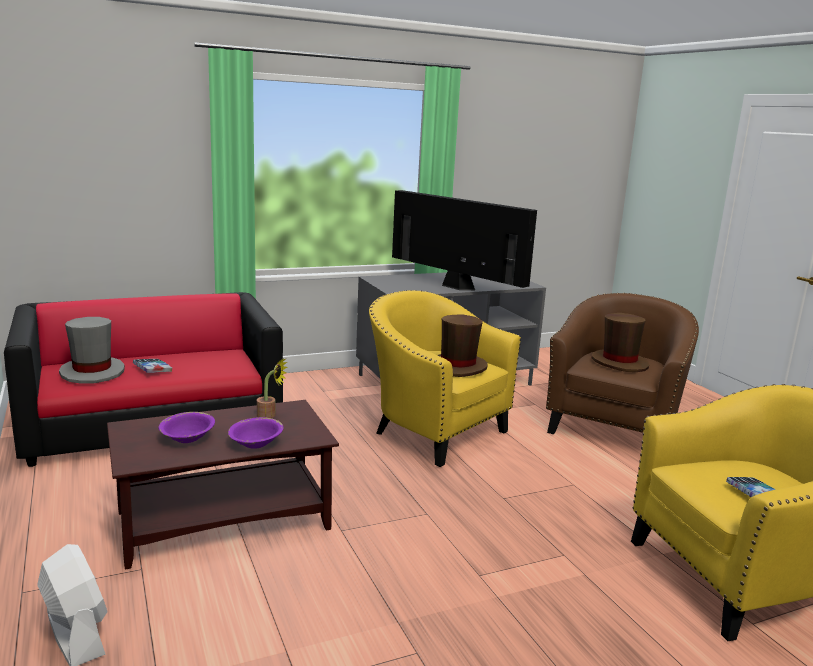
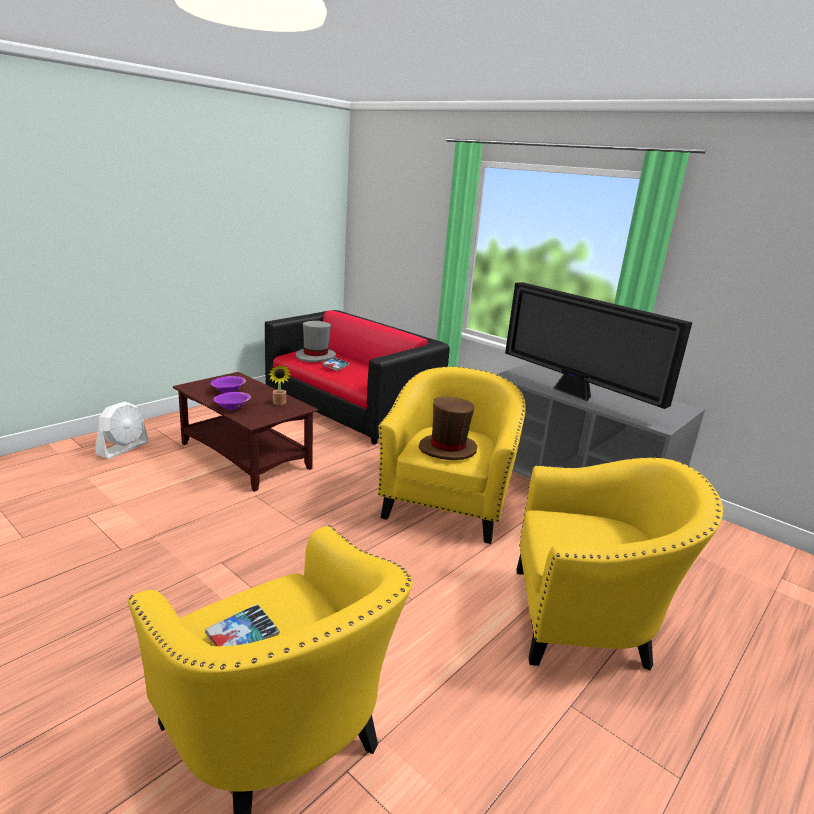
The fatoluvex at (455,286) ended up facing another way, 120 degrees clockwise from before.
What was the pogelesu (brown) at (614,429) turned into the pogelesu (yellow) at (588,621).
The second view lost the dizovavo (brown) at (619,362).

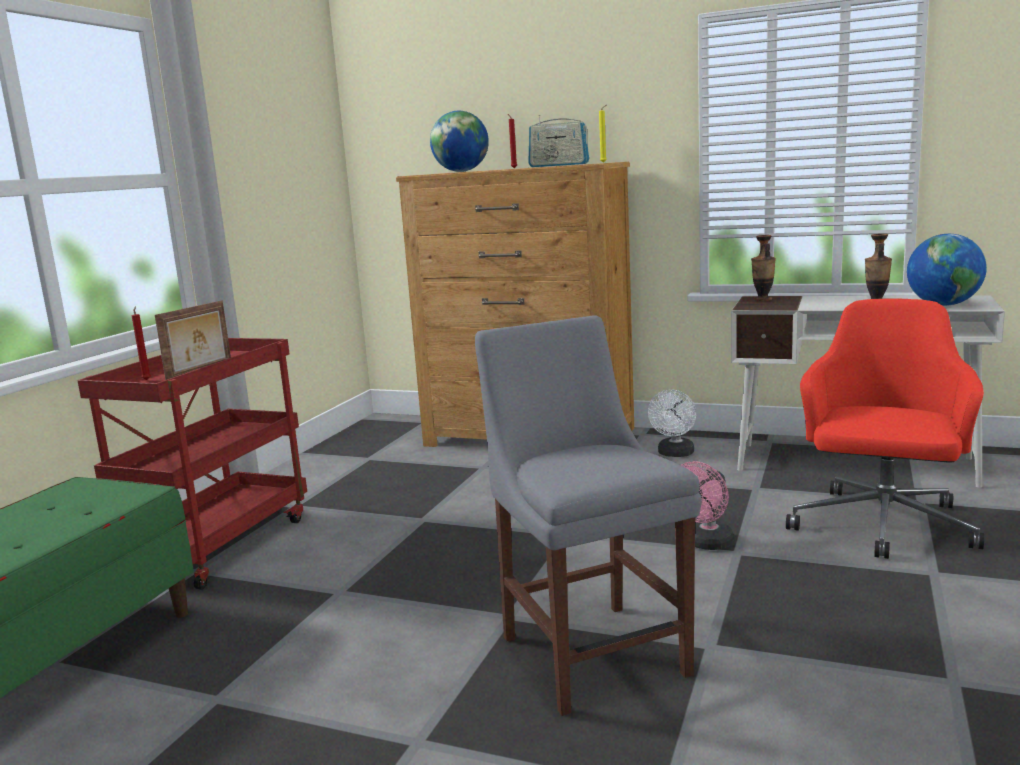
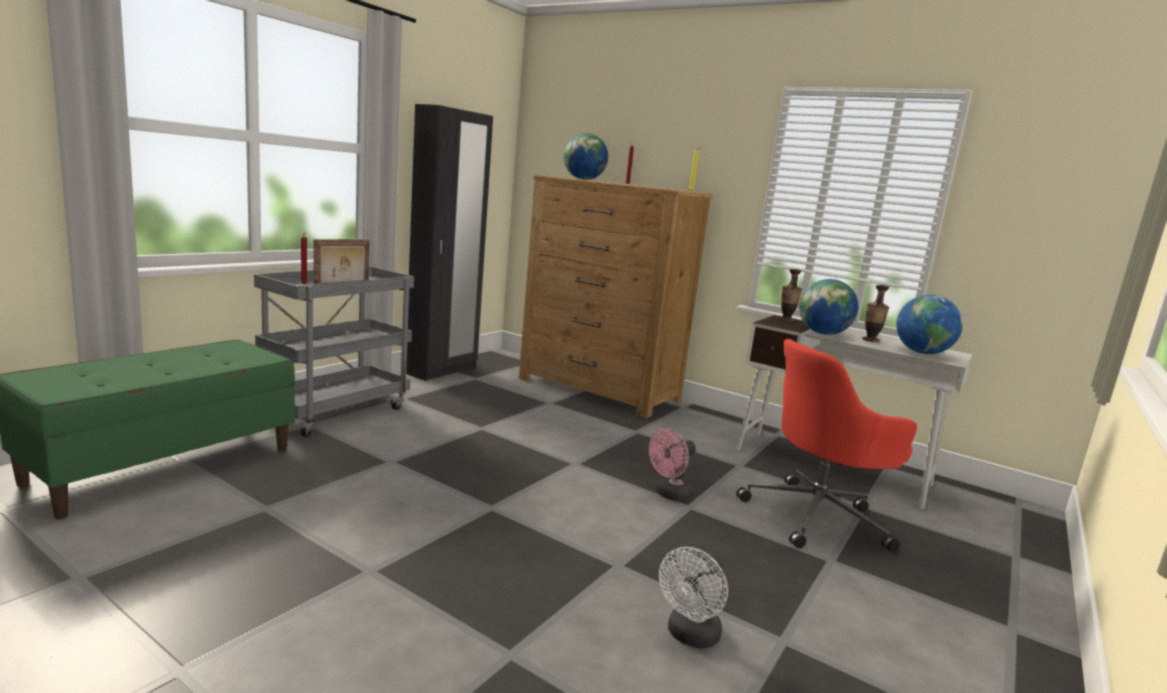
What was the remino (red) at (219,544) turned into the remino (grey) at (337,411).
The second view lost the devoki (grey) at (590,650).
The second view lost the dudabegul at (558,165).
The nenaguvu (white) ended up elsewhere, having gone from (675,454) to (690,636).
The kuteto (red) at (882,526) ended up facing another way, 150 degrees counterclockwise from before.
The second view gained the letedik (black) at (442,370).
The second view gained the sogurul at (823,334).

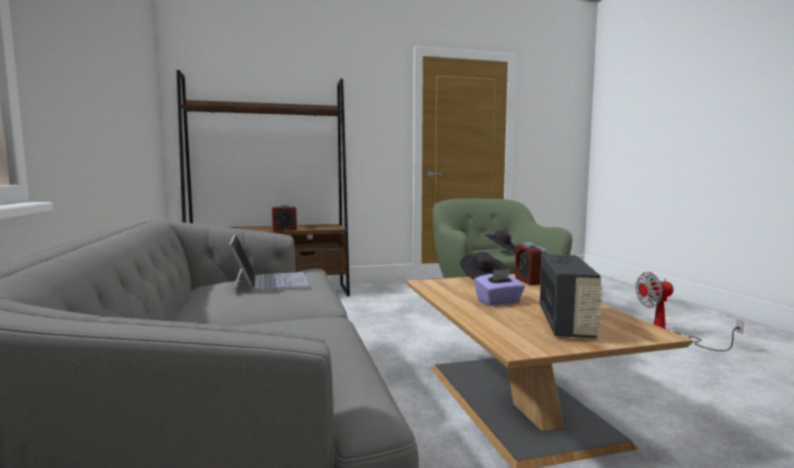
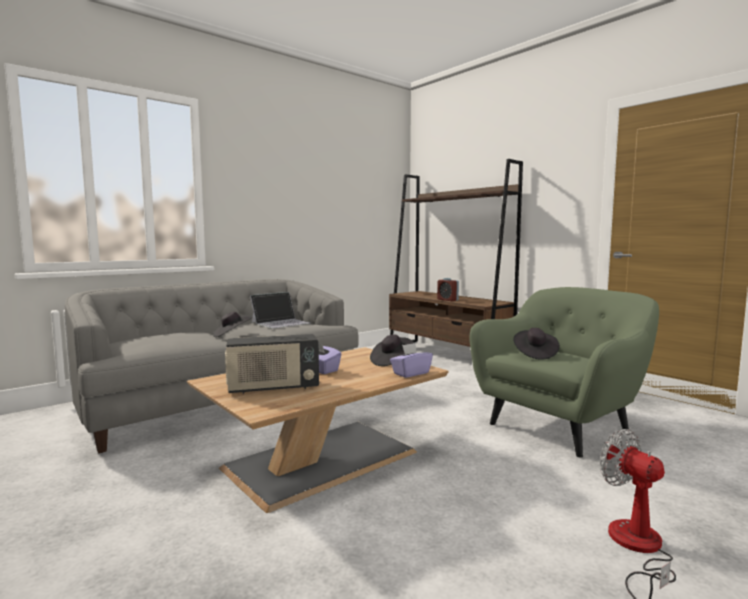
Where the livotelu stood at (529,281), the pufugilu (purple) came to stand at (410,373).
The second view gained the dizovavo (black) at (231,335).

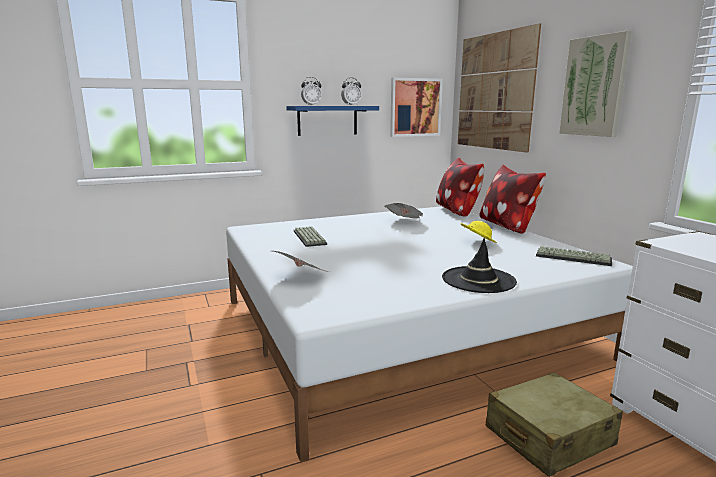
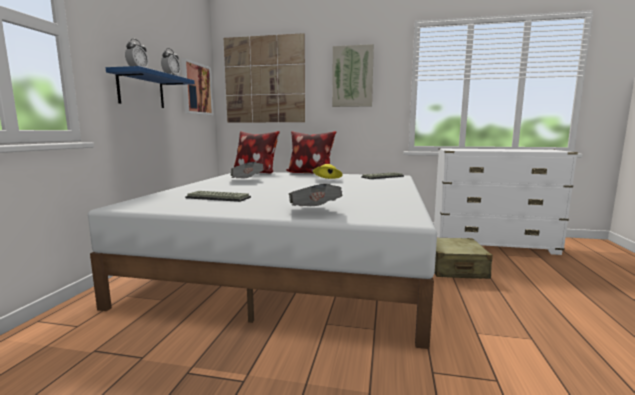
The second view lost the dizovavo (black) at (478,280).

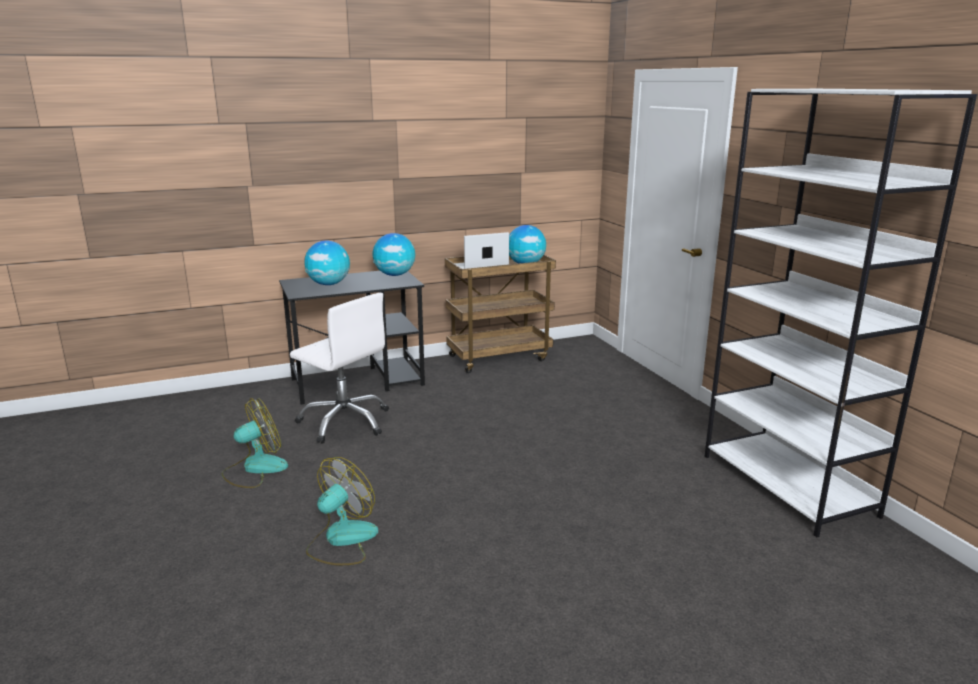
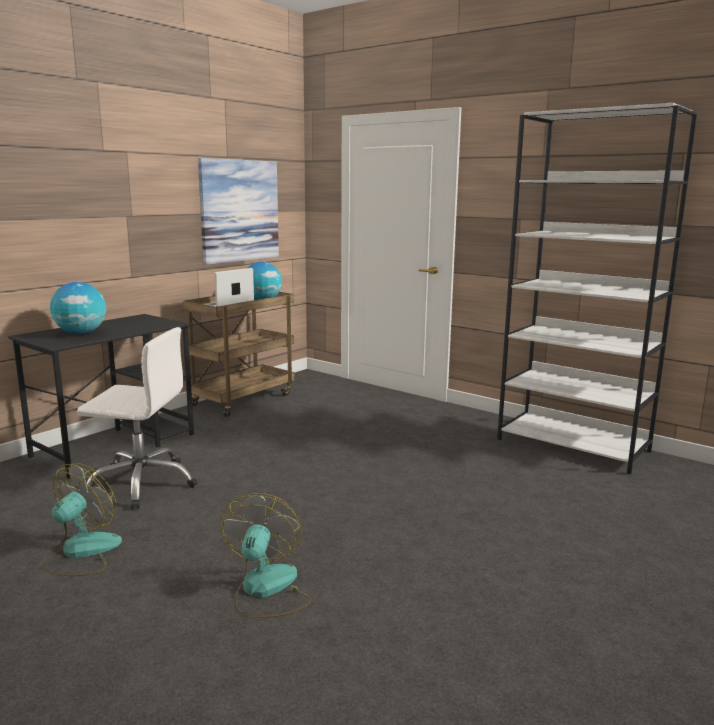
The second view lost the sogurul at (395,275).
The second view gained the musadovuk at (239,211).

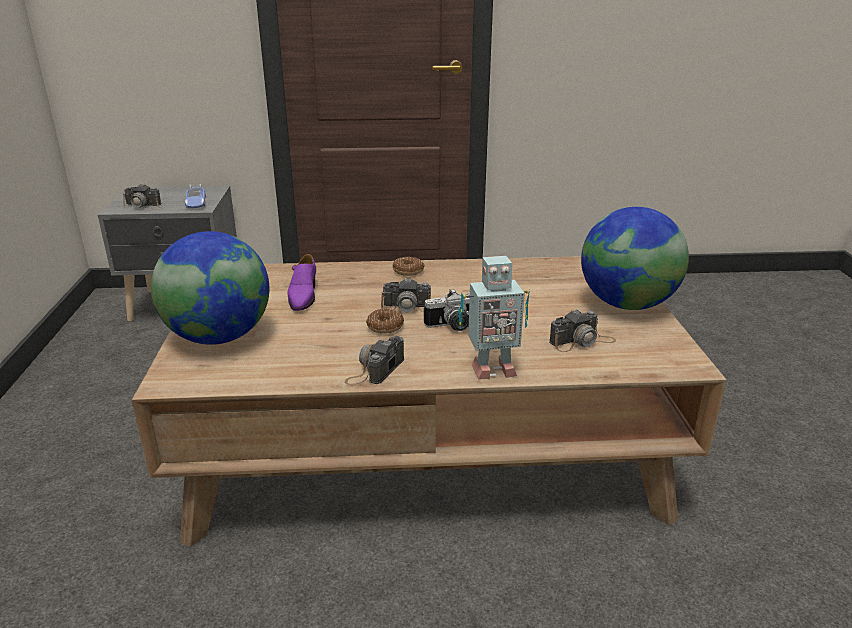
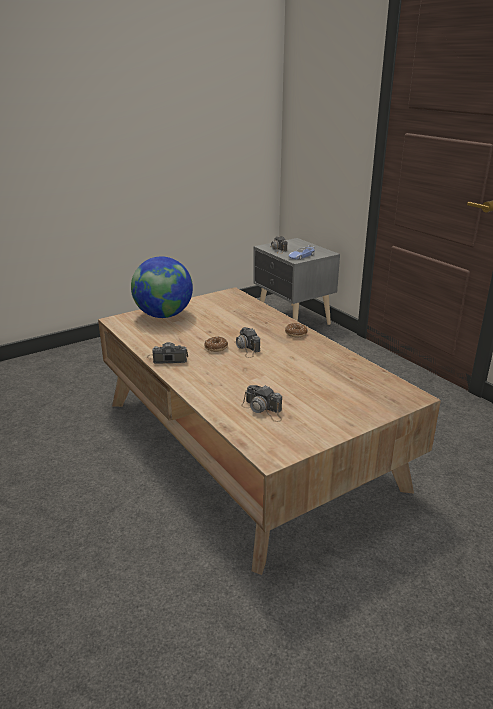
The second view lost the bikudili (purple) at (303,296).
The second view lost the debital at (452,326).
The second view lost the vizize at (491,369).
The second view lost the sogurul at (627,304).

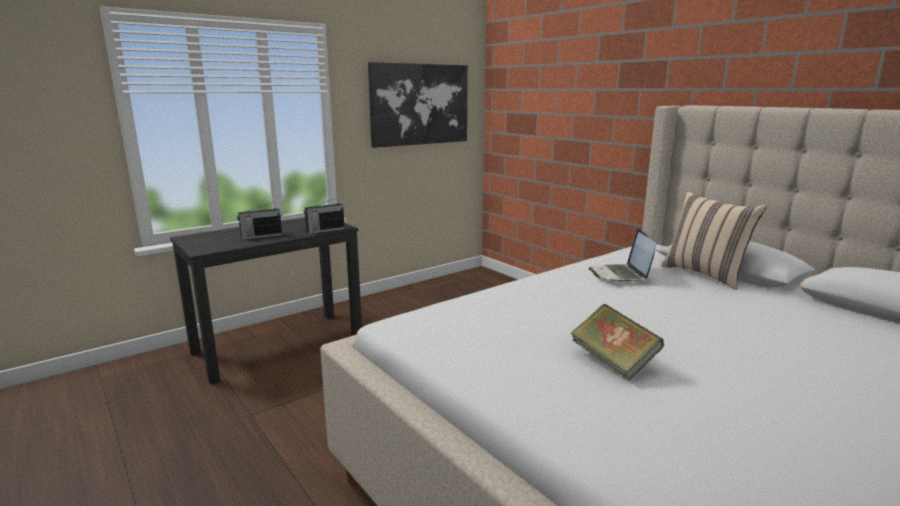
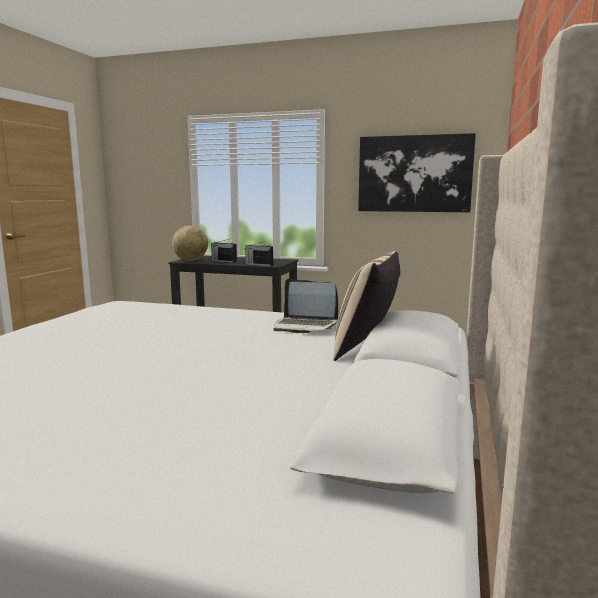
The second view lost the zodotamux at (613,362).
The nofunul at (620,275) ended up facing another way, 120 degrees counterclockwise from before.
The second view gained the sogurul at (191,260).

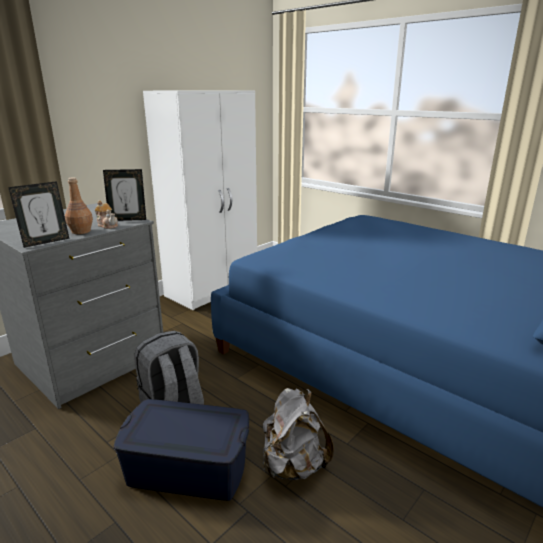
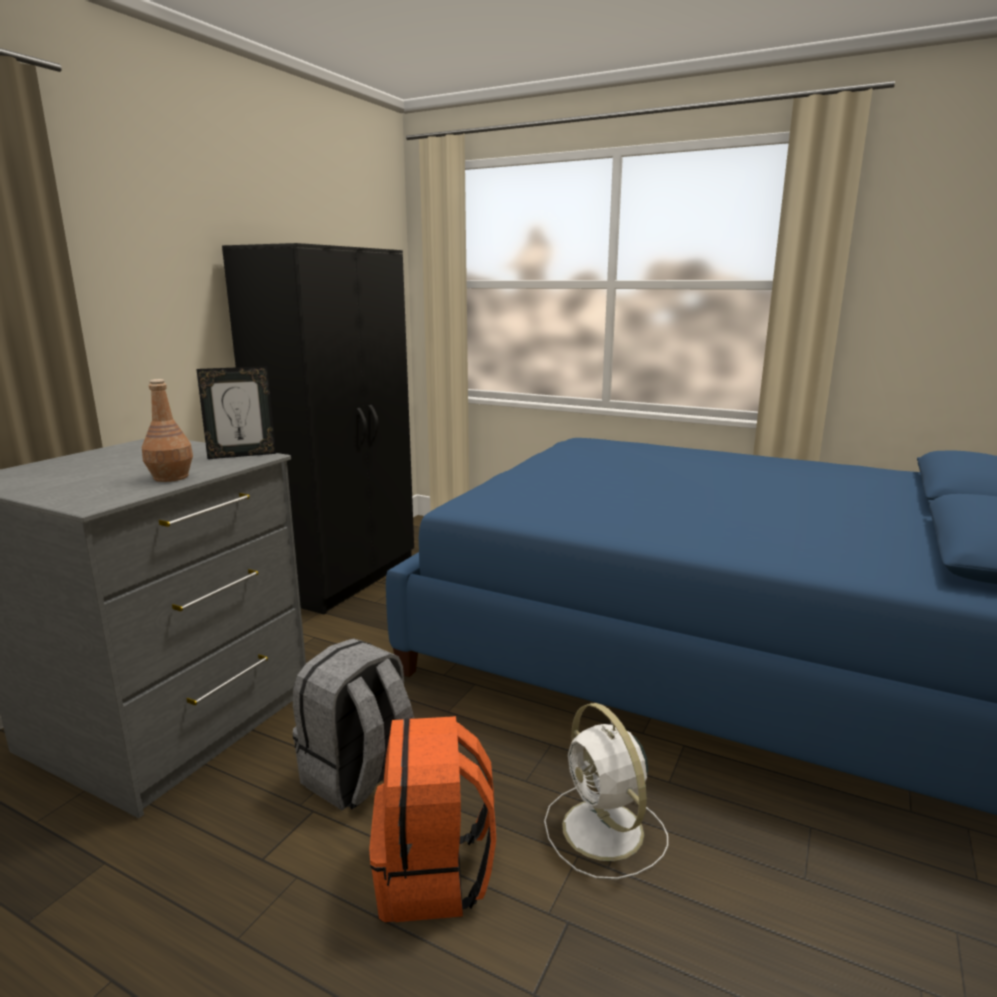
The second view lost the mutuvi at (46,242).
The second view lost the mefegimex at (107,225).
Where the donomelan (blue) stood at (188,469), the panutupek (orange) came to stand at (434,875).
What was the letedik (white) at (213,289) turned into the letedik (black) at (344,578).
Where the panutupek (grey) stood at (293,465), the nenaguvu (white) came to stand at (605,832).

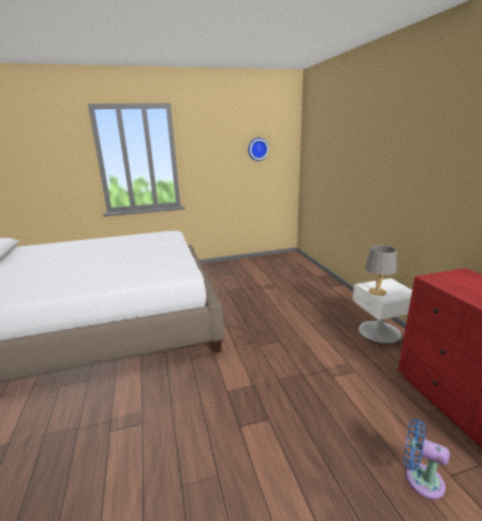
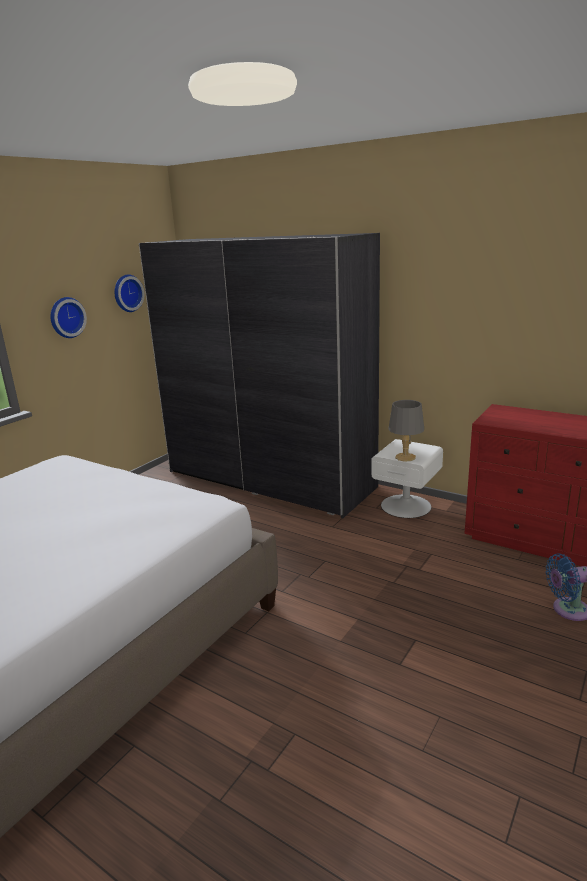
The second view gained the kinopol at (66,317).
The second view gained the letedik (grey) at (269,479).

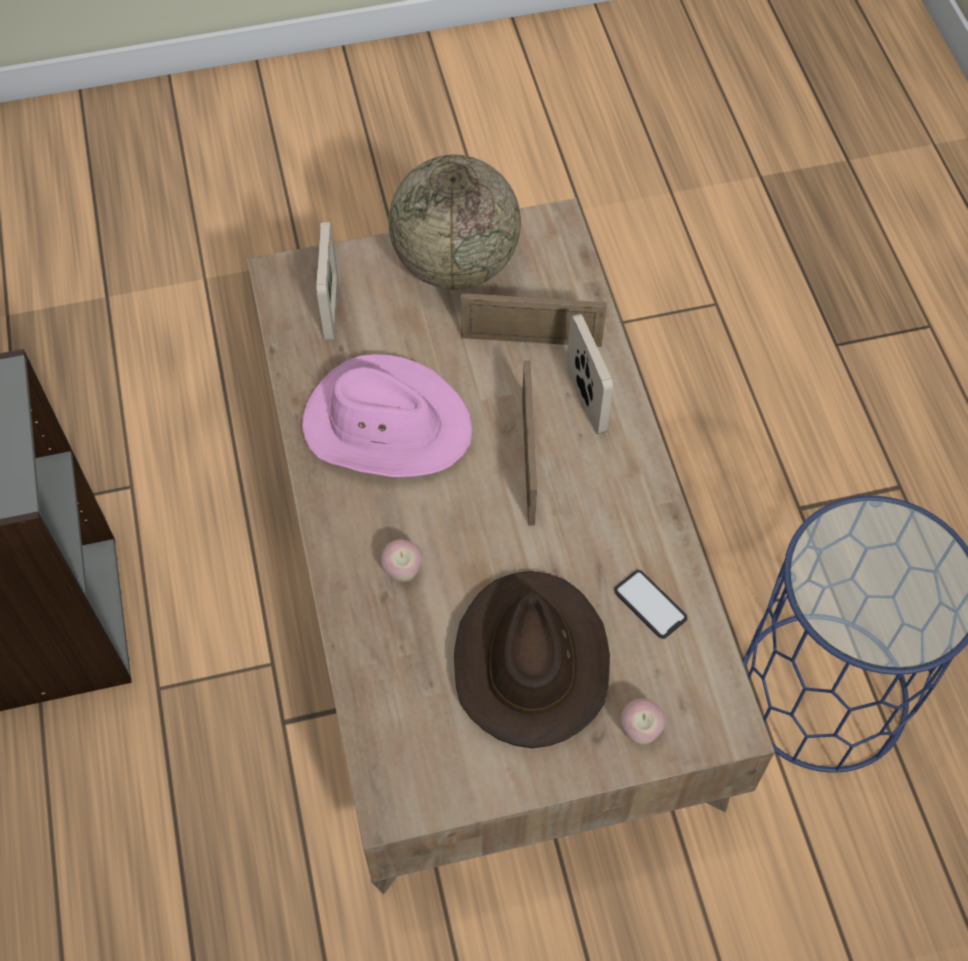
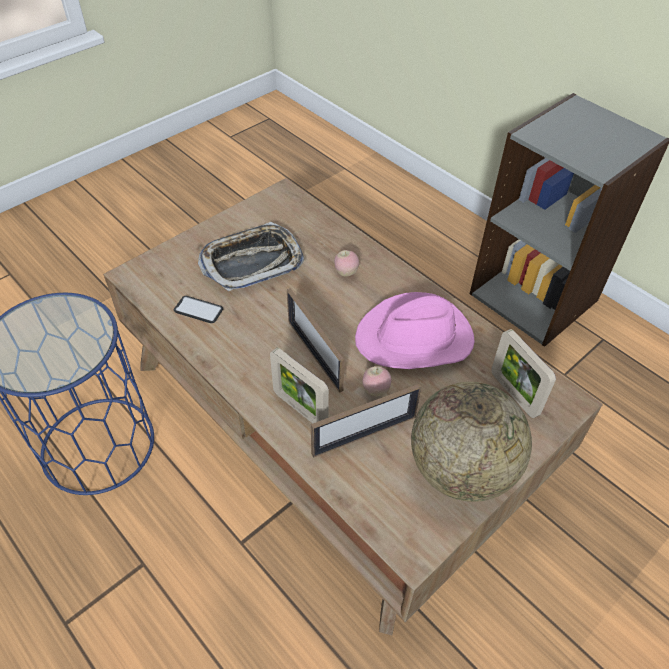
Where the dizovavo (brown) stood at (530,660), the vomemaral came to stand at (252,262).
The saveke ended up elsewhere, having gone from (640,730) to (375,390).

